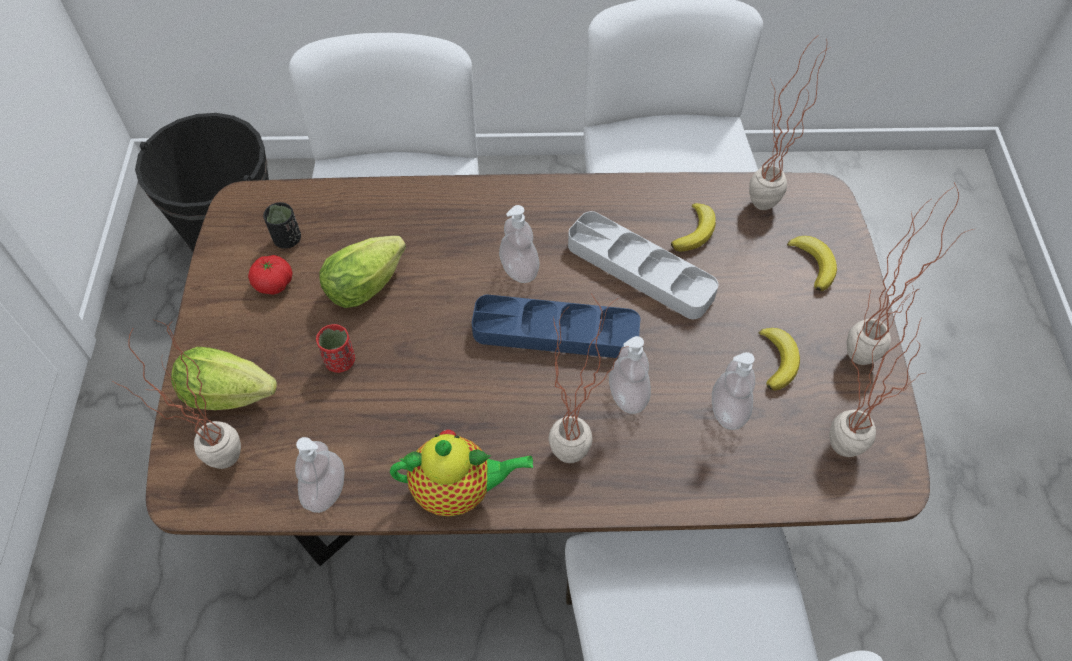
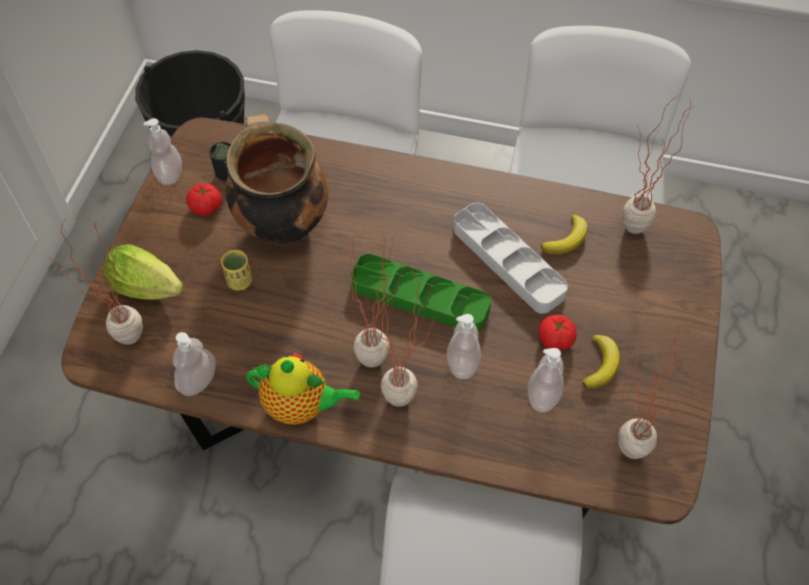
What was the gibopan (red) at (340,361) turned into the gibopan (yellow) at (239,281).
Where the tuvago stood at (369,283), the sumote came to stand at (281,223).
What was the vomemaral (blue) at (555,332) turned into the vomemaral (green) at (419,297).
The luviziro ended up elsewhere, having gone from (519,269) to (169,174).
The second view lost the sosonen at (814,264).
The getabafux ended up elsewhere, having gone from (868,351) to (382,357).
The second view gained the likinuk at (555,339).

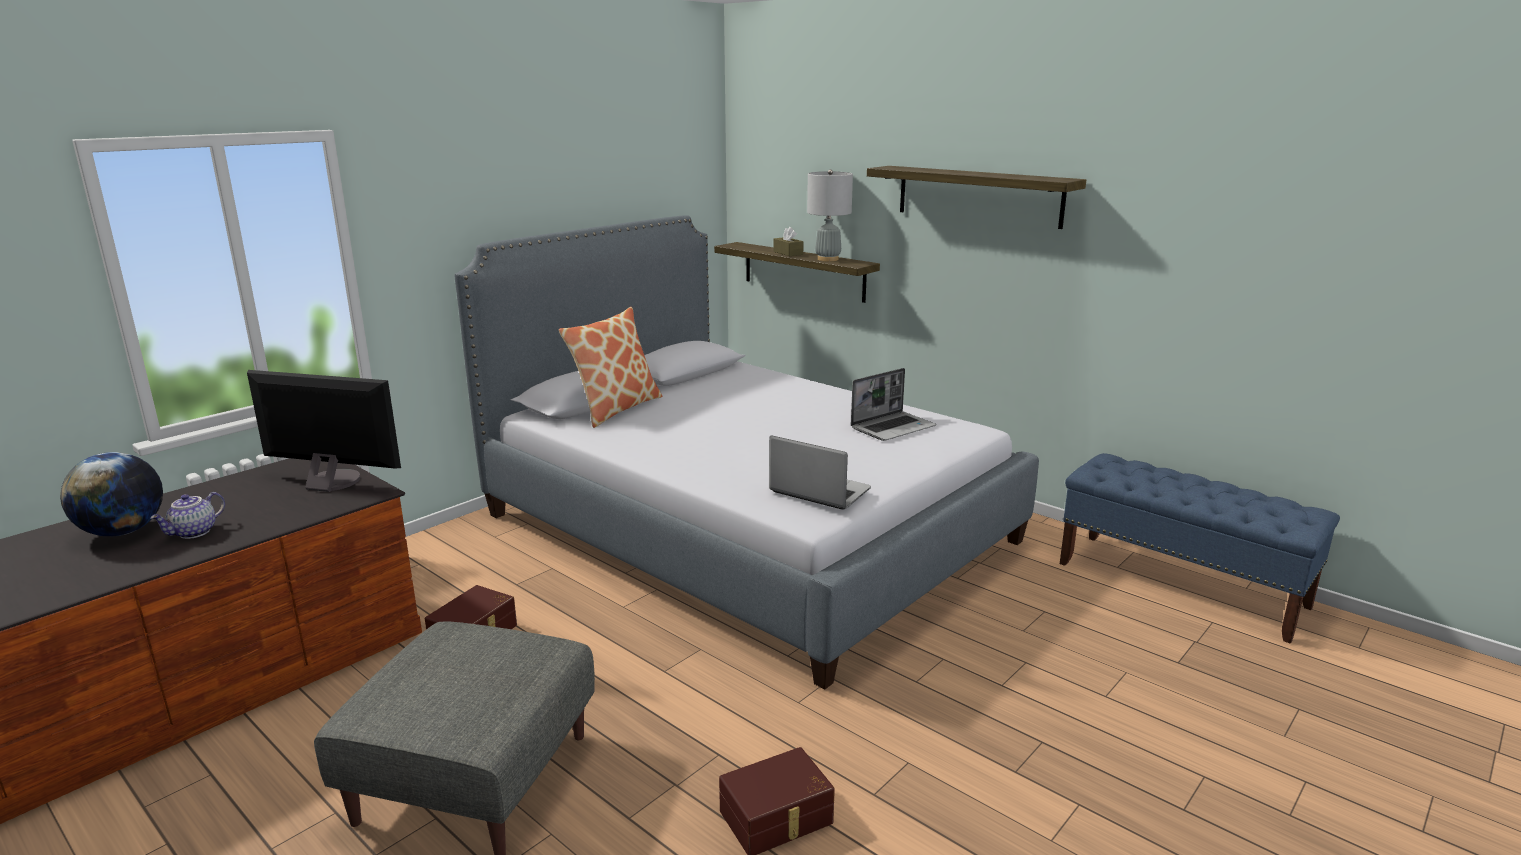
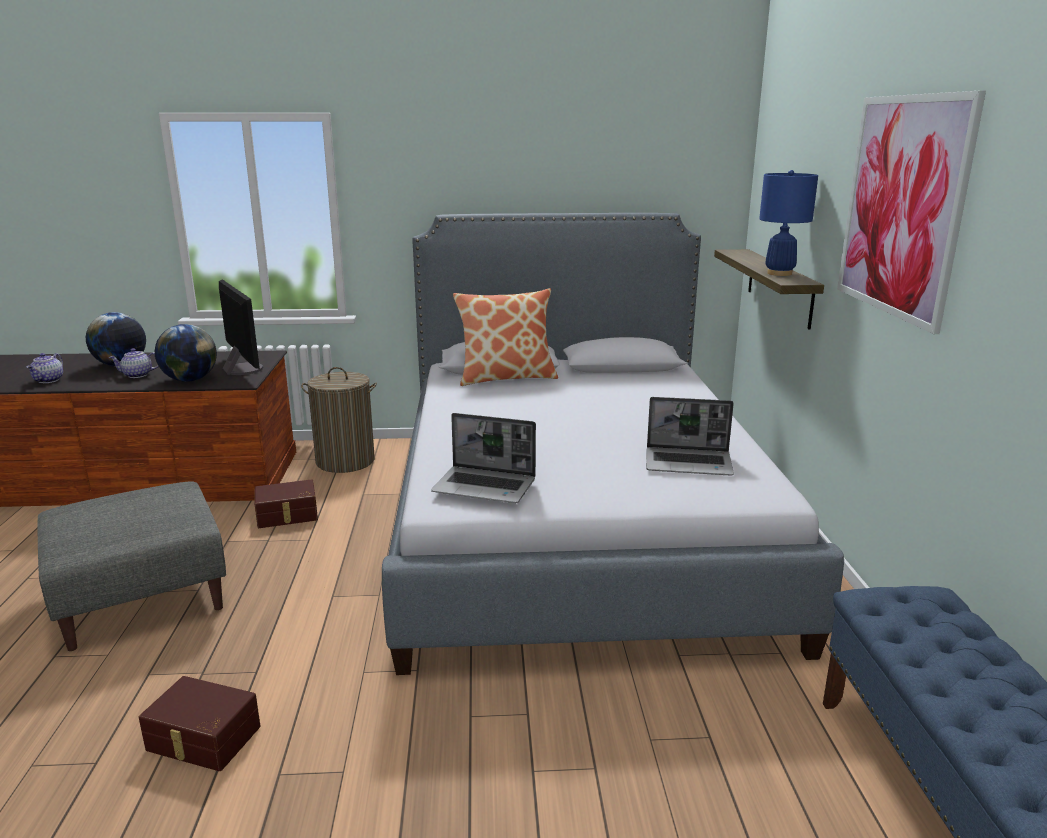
The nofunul at (818,491) ended up facing another way, 120 degrees clockwise from before.
The second view lost the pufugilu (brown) at (788,253).
What was the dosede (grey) at (827,259) turned into the dosede (blue) at (779,273).
Where the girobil hung at (978,196), the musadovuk came to hang at (901,206).
The second view gained the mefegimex at (49,380).
The second view gained the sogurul at (190,380).
The second view gained the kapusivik at (345,461).

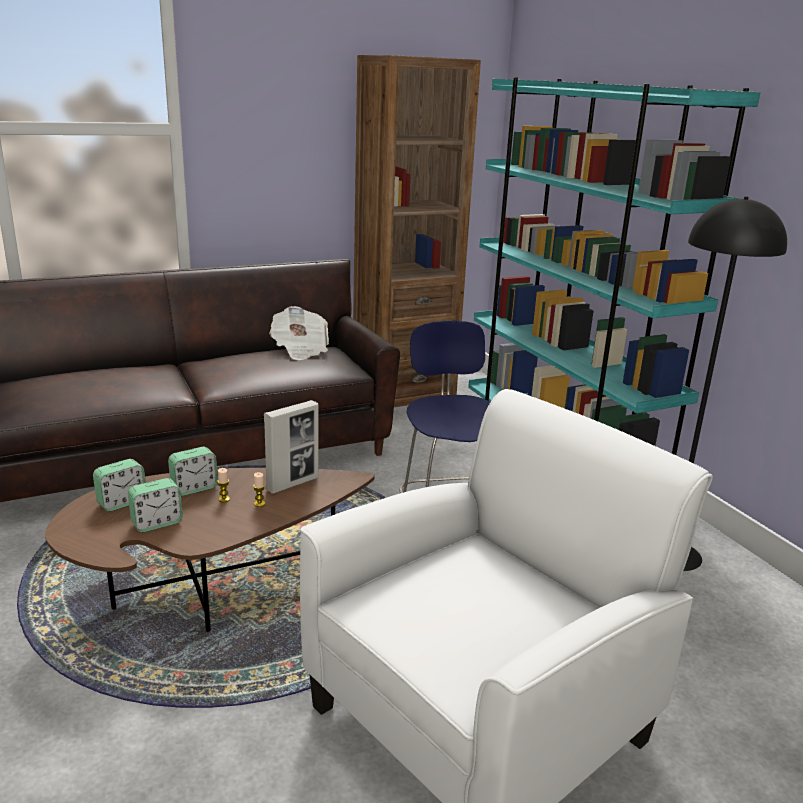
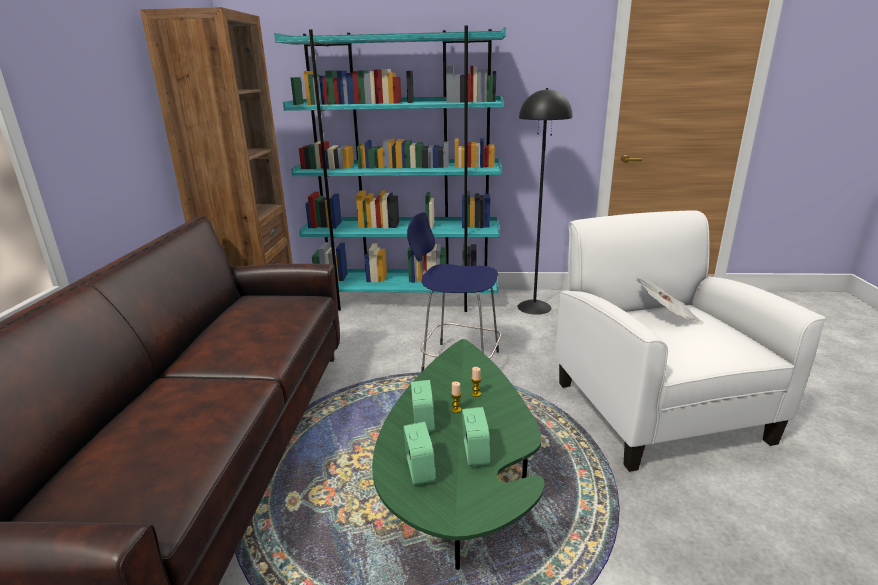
What was the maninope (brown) at (210,587) turned into the maninope (green) at (458,494).
The second view lost the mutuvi at (293,483).
The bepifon ended up elsewhere, having gone from (300,349) to (665,316).

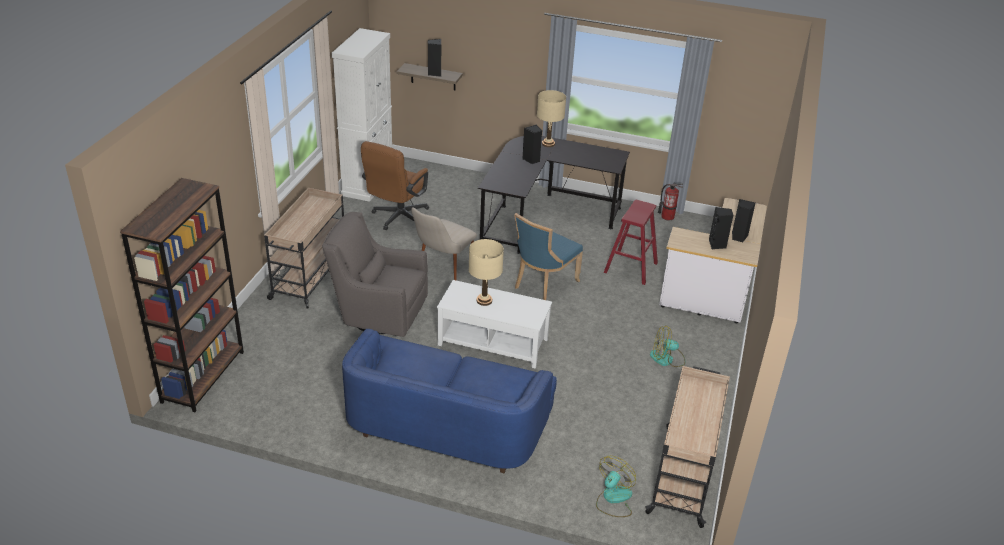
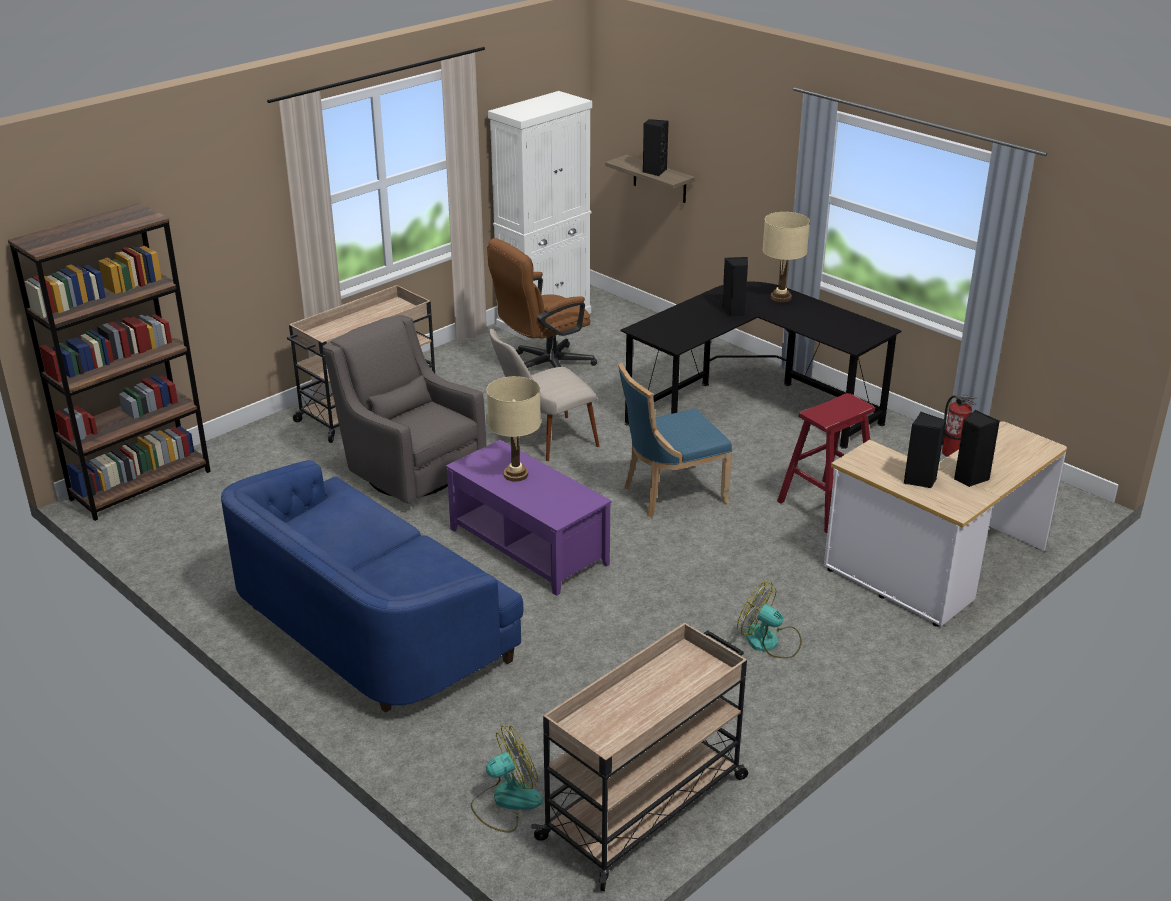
What was the maninope (white) at (492,342) turned into the maninope (purple) at (528,546).

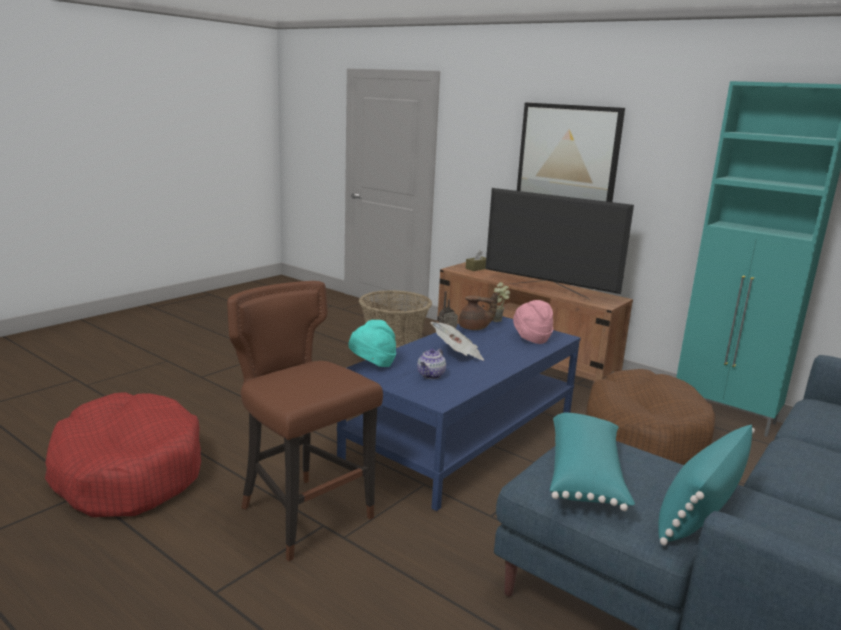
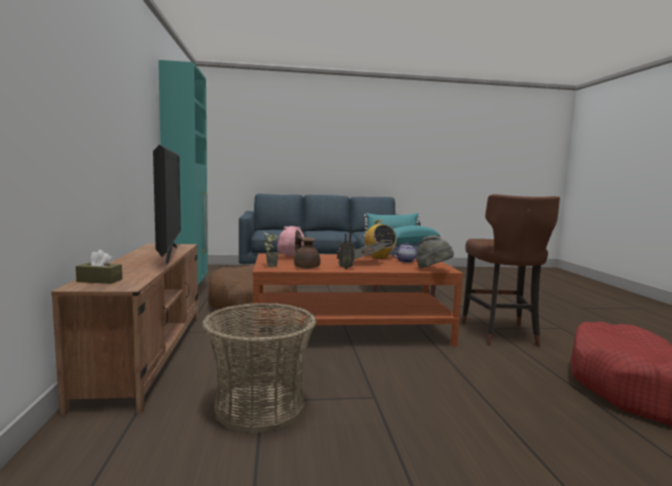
What was the maninope (blue) at (462,436) turned into the maninope (brown) at (351,331).
What was the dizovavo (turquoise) at (372,365) turned into the dizovavo (grey) at (433,269).
The second view lost the musadovuk at (567,159).
The second view gained the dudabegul at (379,257).

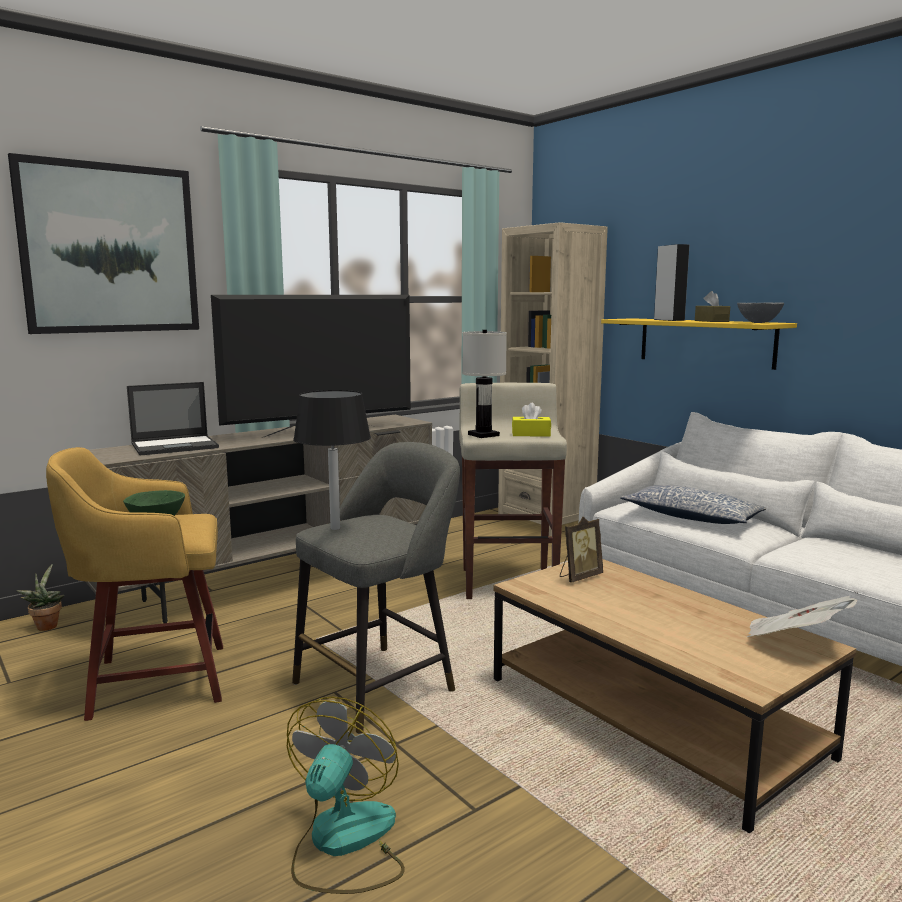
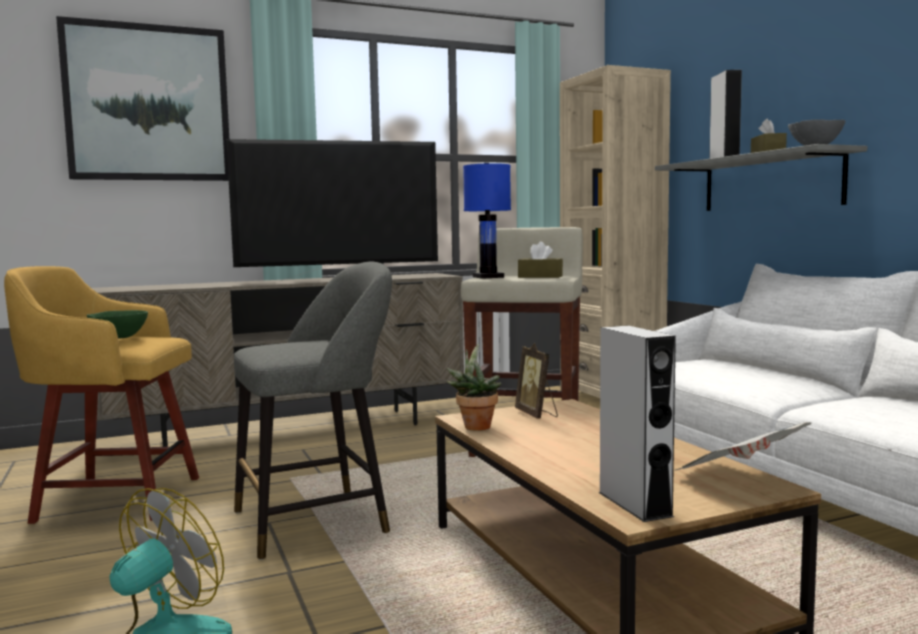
The getabafux ended up elsewhere, having gone from (46,625) to (475,426).
The second view lost the nofunul at (176,446).
The second view lost the dosede (black) at (335,528).
What was the dosede (white) at (483,435) turned into the dosede (blue) at (487,277).
What was the pufugilu (yellow) at (531,434) turned into the pufugilu (brown) at (540,277).
The mutuvi at (579,577) ended up facing another way, 90 degrees clockwise from before.
What was the girobil (yellow) at (705,342) turned into the girobil (grey) at (770,183).
The second view lost the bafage at (691,517).
The second view gained the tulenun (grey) at (634,504).

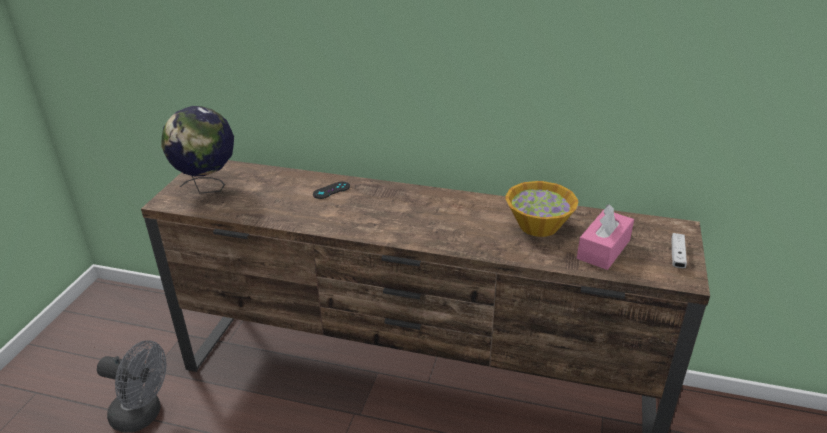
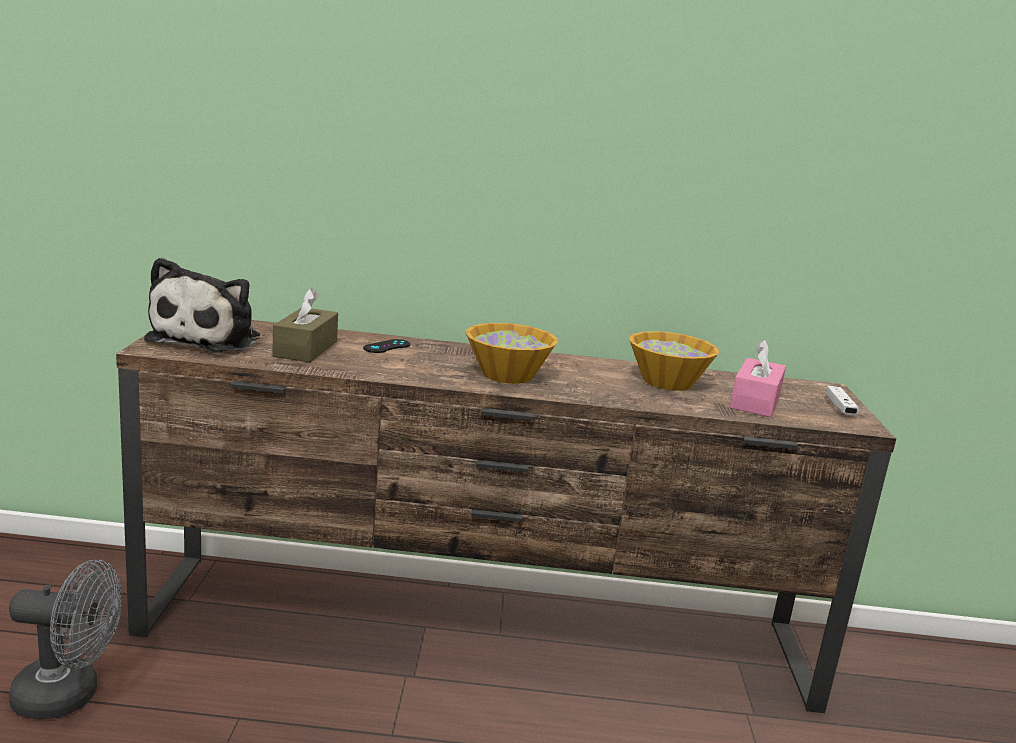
Where the sogurul stood at (208,187), the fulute came to stand at (209,338).
The second view gained the pufugilu (brown) at (305,349).
The second view gained the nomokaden at (508,375).

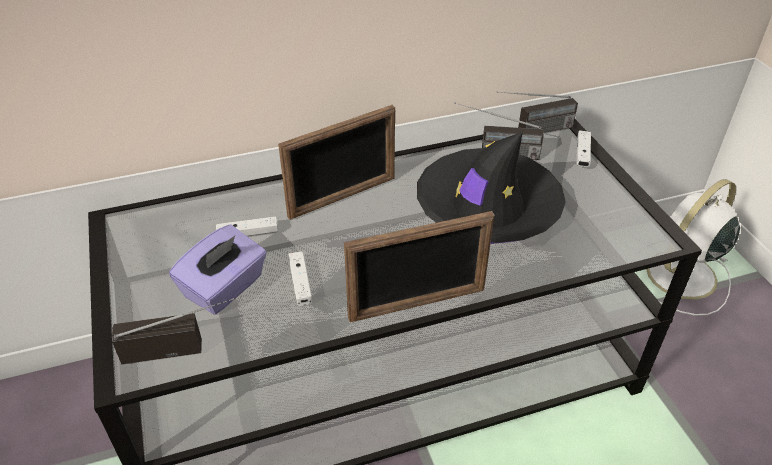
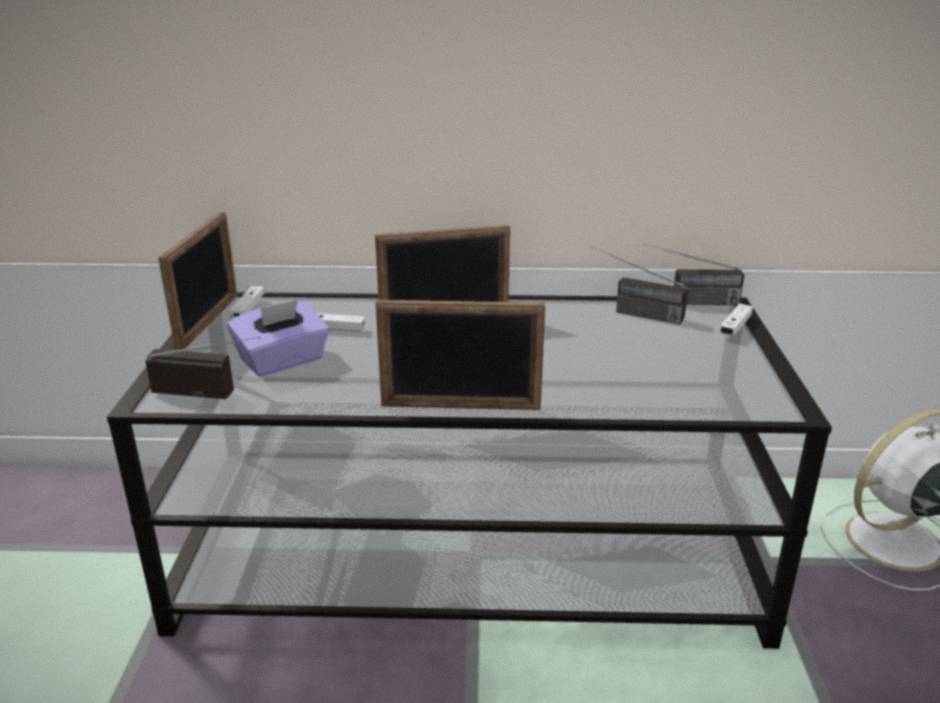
The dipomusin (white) ended up elsewhere, having gone from (300,283) to (248,309).
The second view lost the dizovavo (black) at (487,208).
The second view gained the mutuvi at (209,322).

